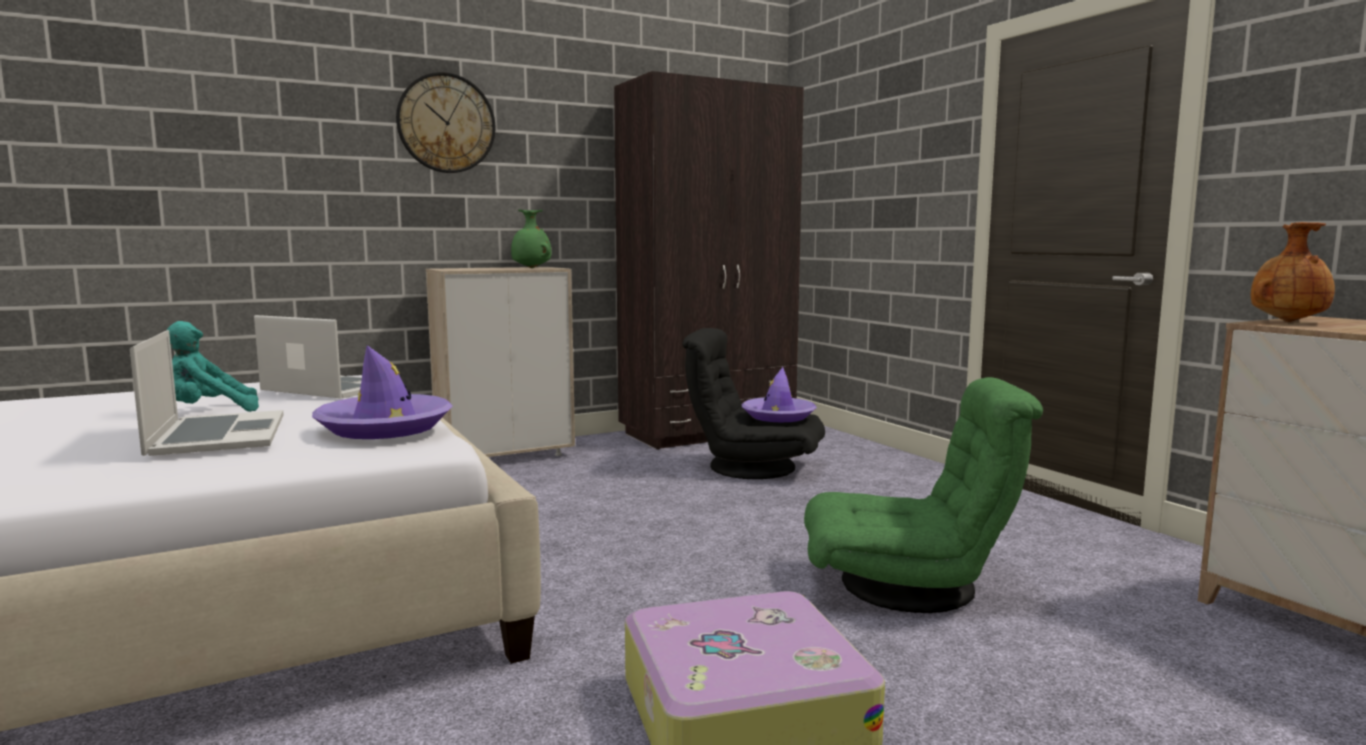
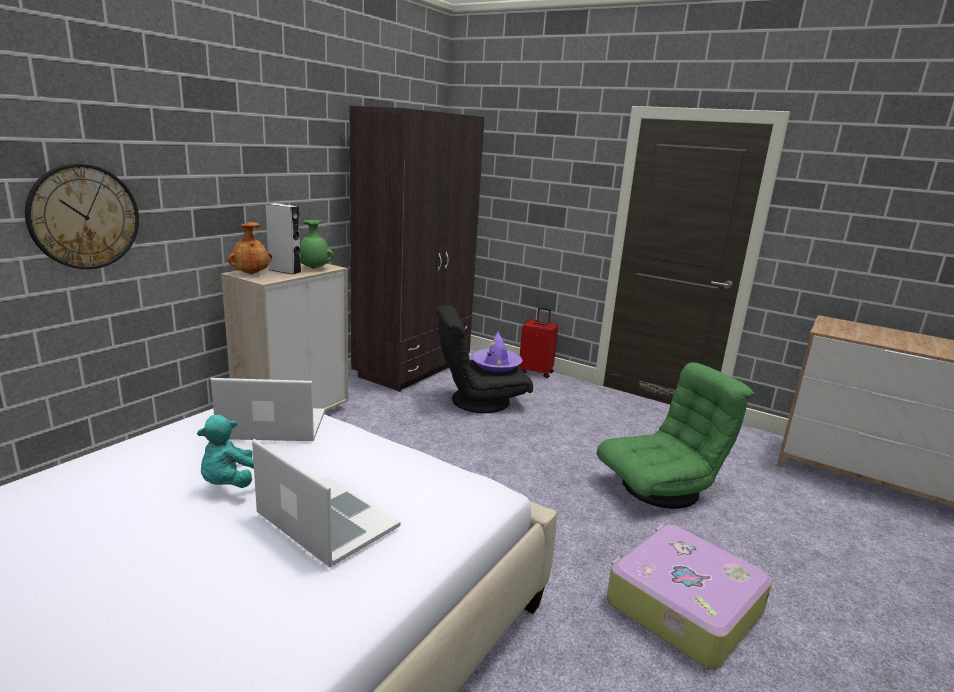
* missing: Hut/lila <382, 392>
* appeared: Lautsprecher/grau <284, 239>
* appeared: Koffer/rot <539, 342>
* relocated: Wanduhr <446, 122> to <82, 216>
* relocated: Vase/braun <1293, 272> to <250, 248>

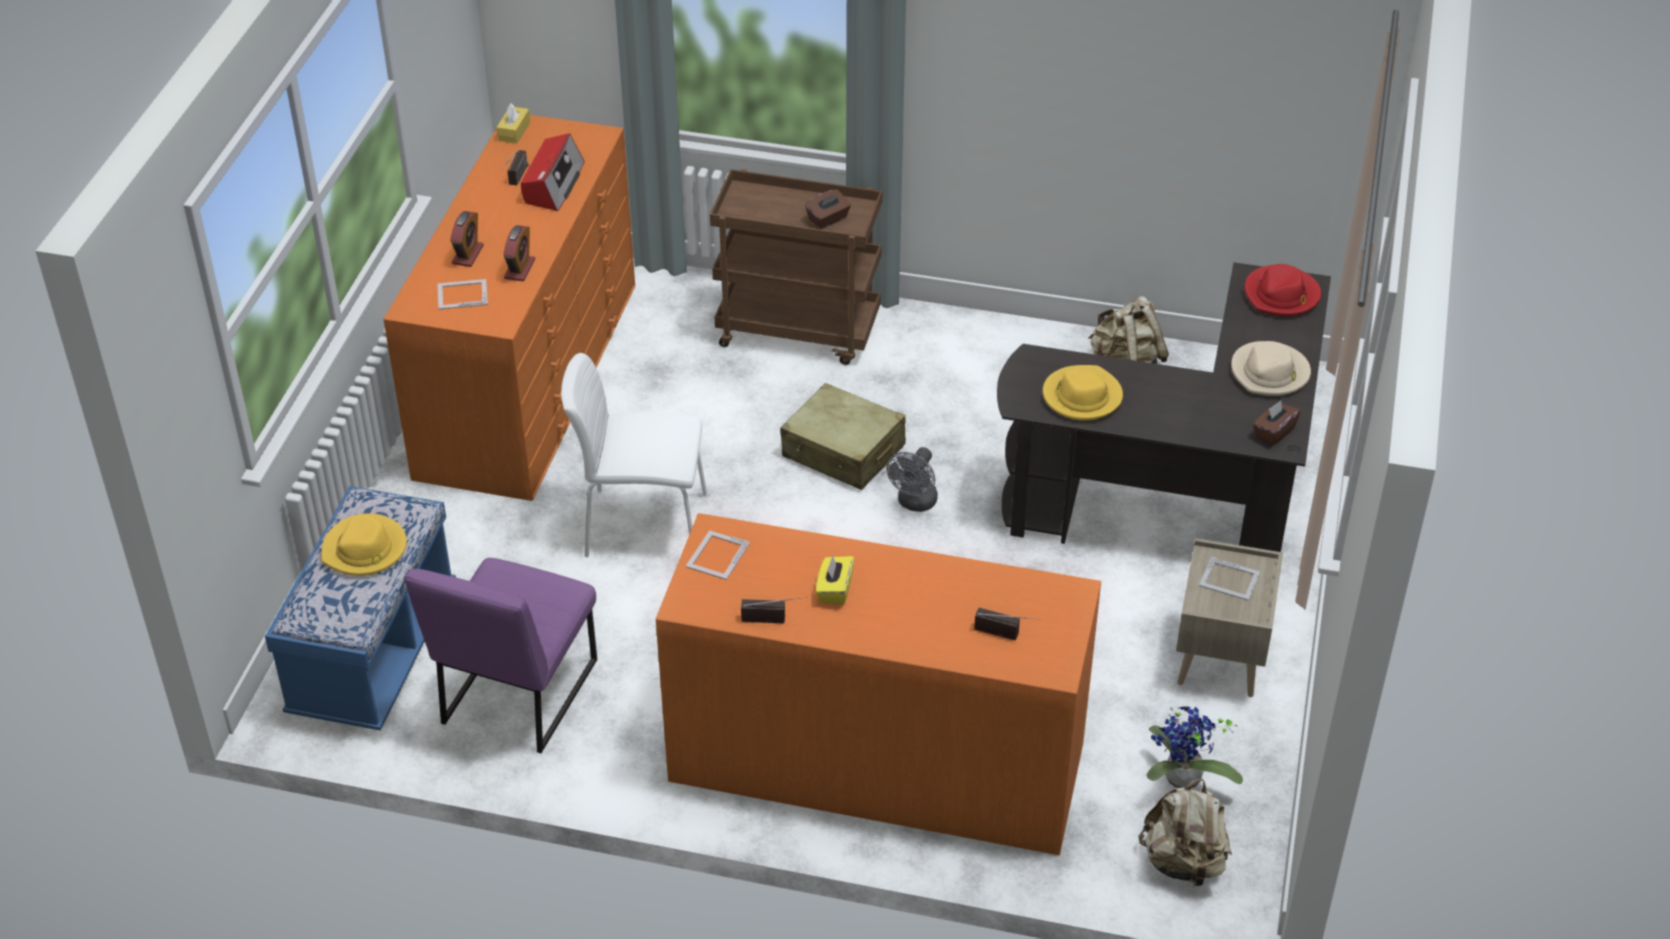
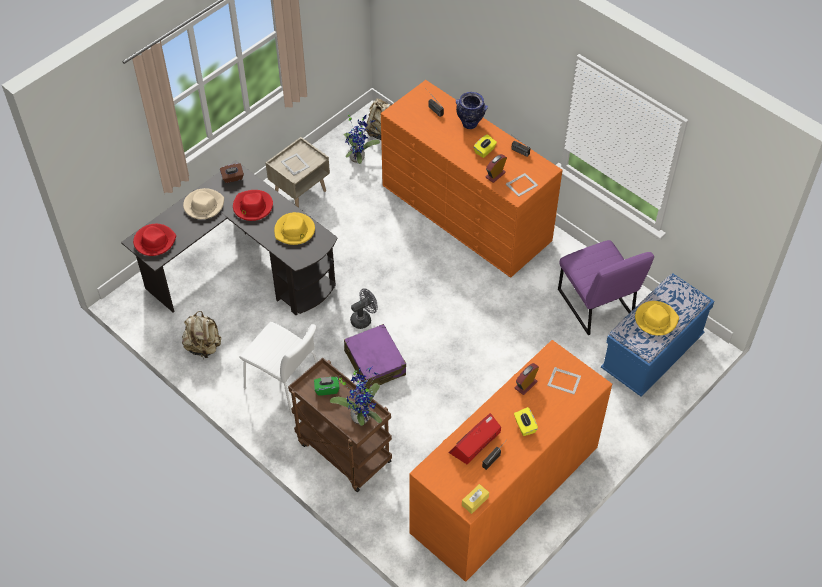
* appeared: Hut/rot <253, 205>
* appeared: Topfpflanze <356, 396>
* appeared: Vase <472, 110>
* appeared: Taschentuchbox/gelb <526, 421>
* relocated: Wecker <467, 239> to <496, 168>
* relocated: Stuhl/weiß <634, 455> to <278, 369>
* colour: Koffer/beige <843, 436> to Koffer/lila <375, 356>
* colour: Taschentuchbox/braun <828, 209> to Taschentuchbox/grün <327, 386>
* spun: Stuhl/lila <501, 655> = <606, 287> 105 degrees clockwise

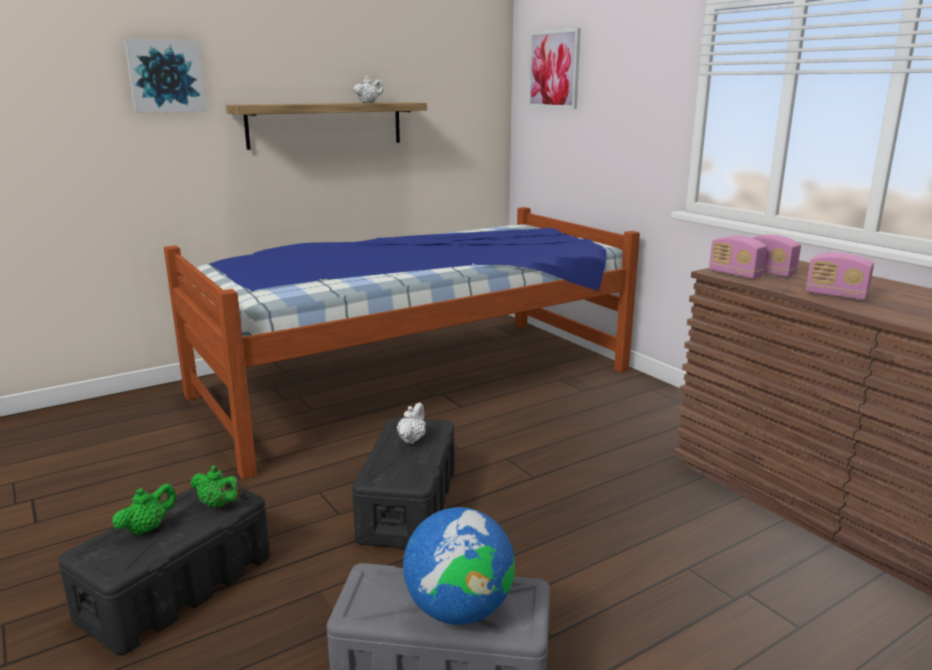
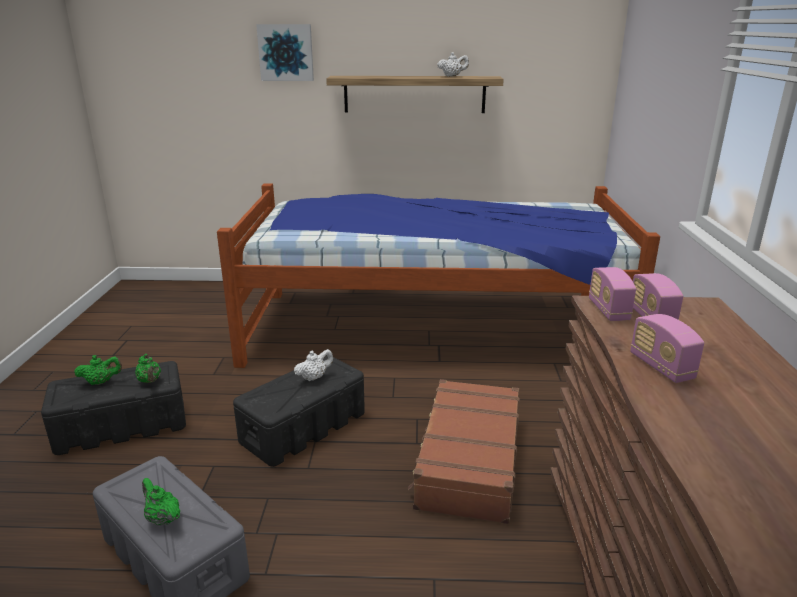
* missing: Bild <554, 68>
* appeared: Koffer/braun <464, 451>
* exchanged: Globus <459, 566> to Teekanne/grün <161, 502>

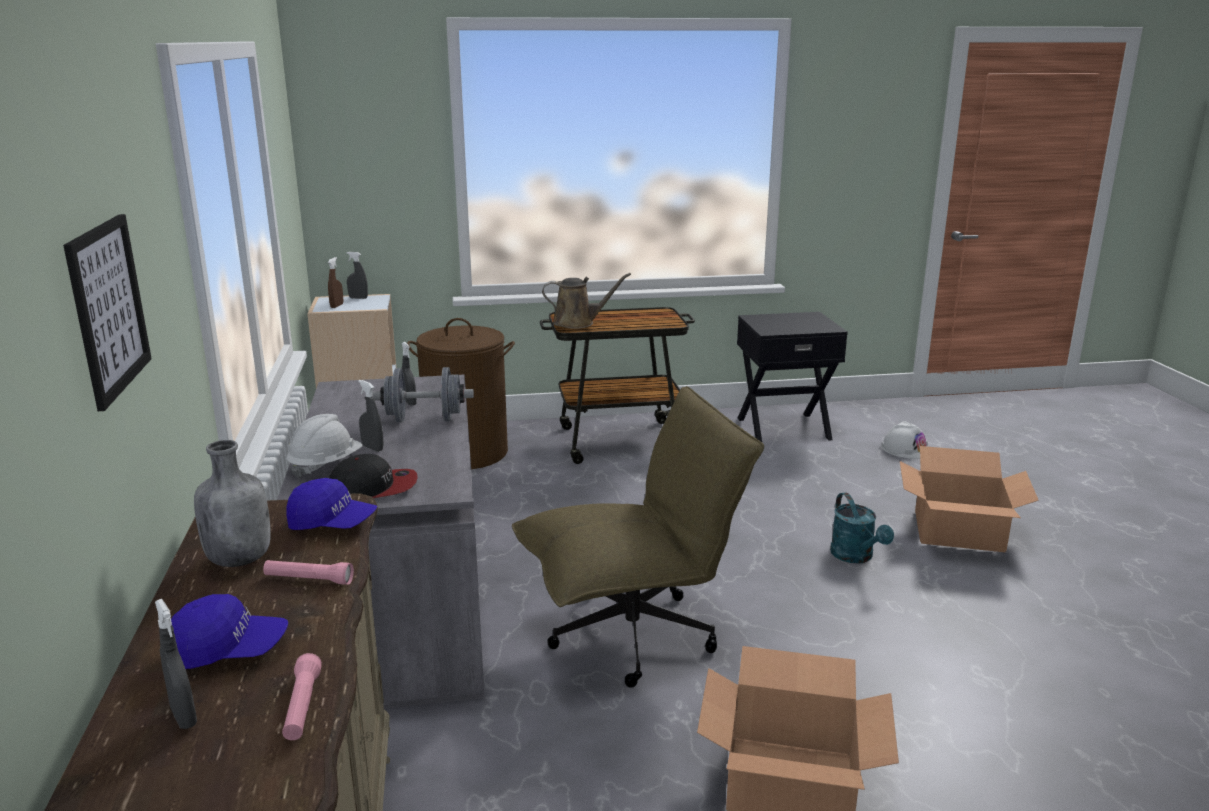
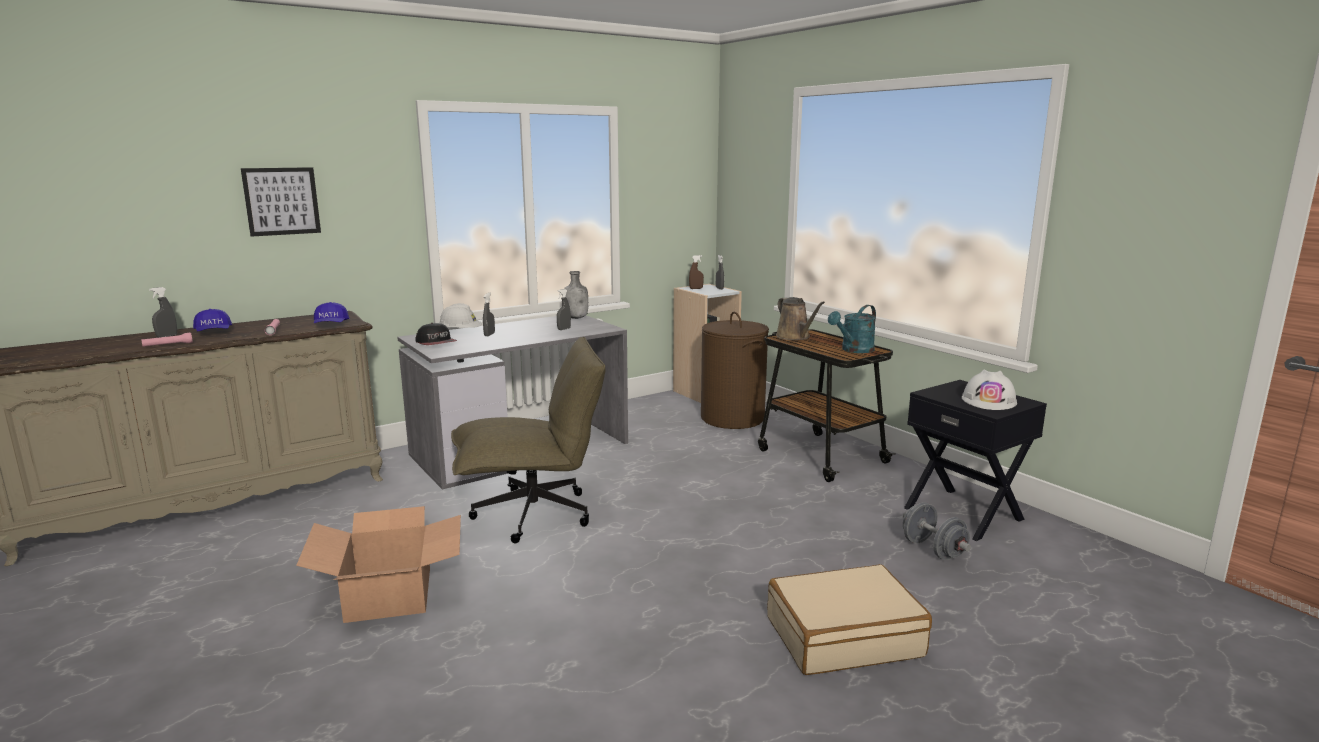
* relocated: Flasche/grau <232, 503> to <576, 295>
* relocated: Hantel/grau <423, 394> to <937, 531>
* relocated: Gießkanne/türkis <862, 528> to <852, 329>
* relocated: Schutzhelm/weiß <904, 440> to <989, 390>
* exchanged: Karton <969, 499> to Koffer/beige <849, 619>
* spun: Bürostuhl/beige <638, 537> = <528, 440> 60 degrees counterclockwise

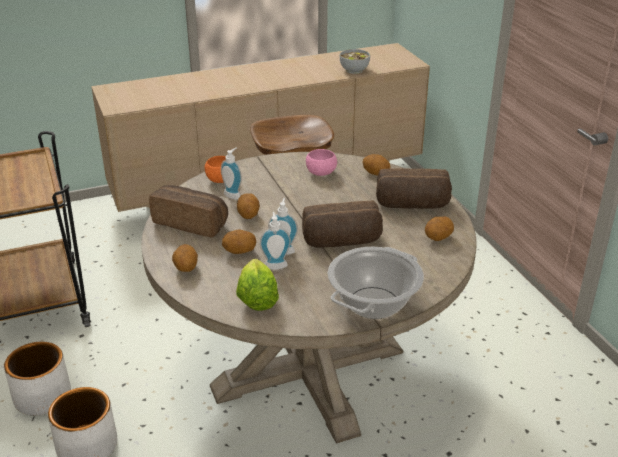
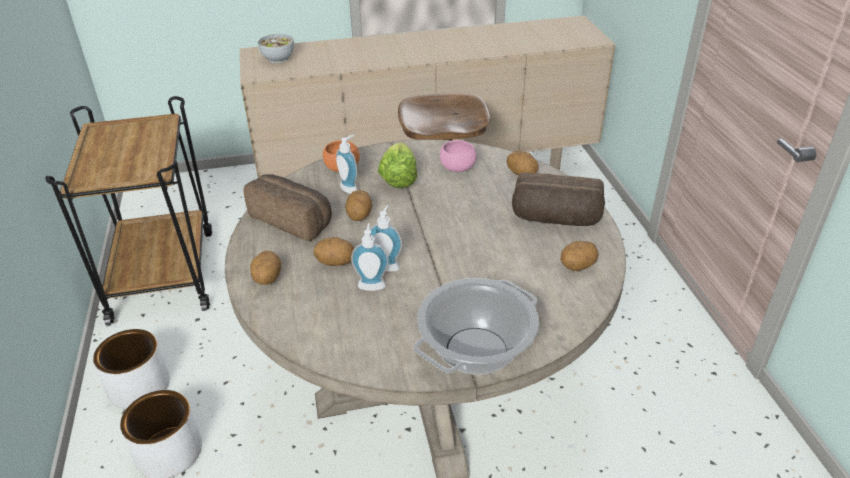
* missing: Brot <342, 224>
* relocated: Salatkopf <257, 285> to <397, 165>
* relocated: Schüssel <355, 61> to <276, 48>

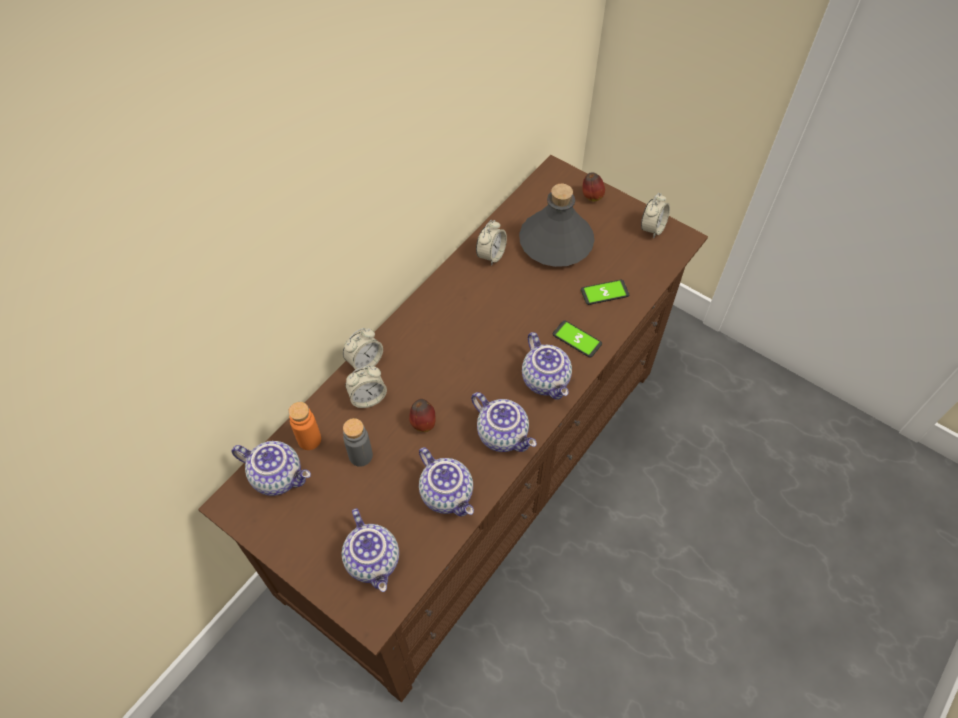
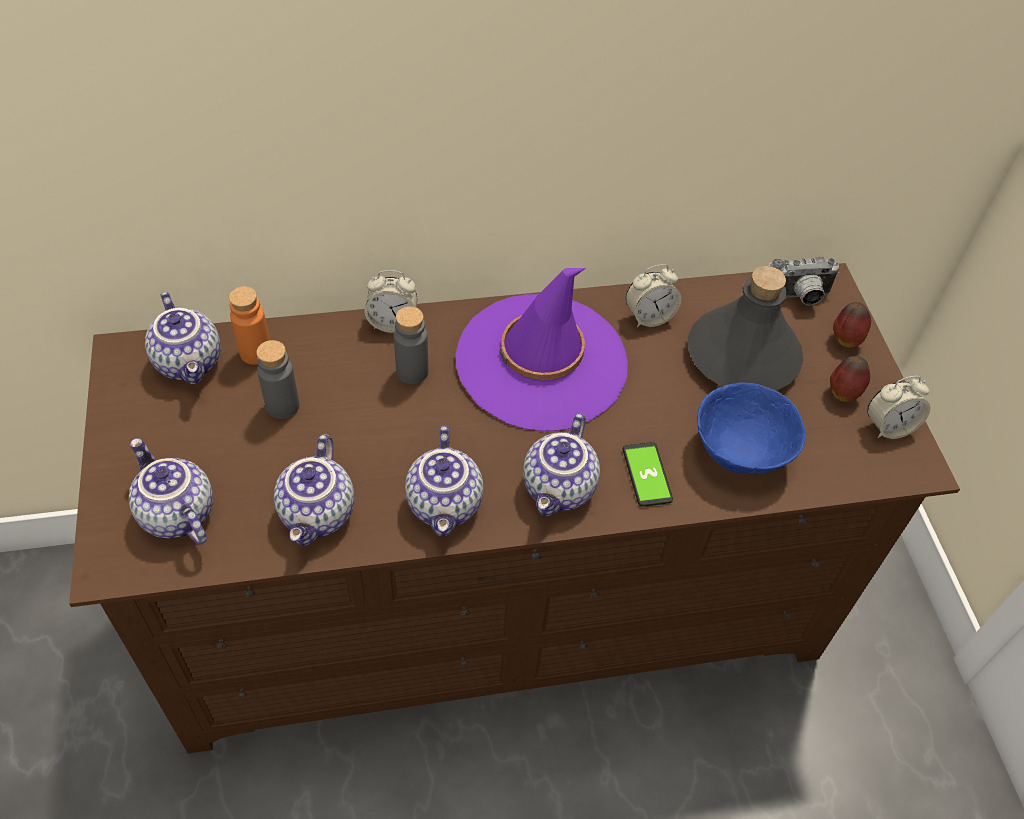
* missing: Wecker <366, 387>
* appeared: Flasche/grau <411, 345>
* appeared: Hut/lila <542, 349>
* appeared: Kamera <803, 281>
* relocated: Apfel <422, 415> to <850, 379>
* exchanged: Handy <605, 292> to Schüssel/blau <751, 428>
* spun: Teekanne <370, 550> = <171, 491> 120 degrees clockwise

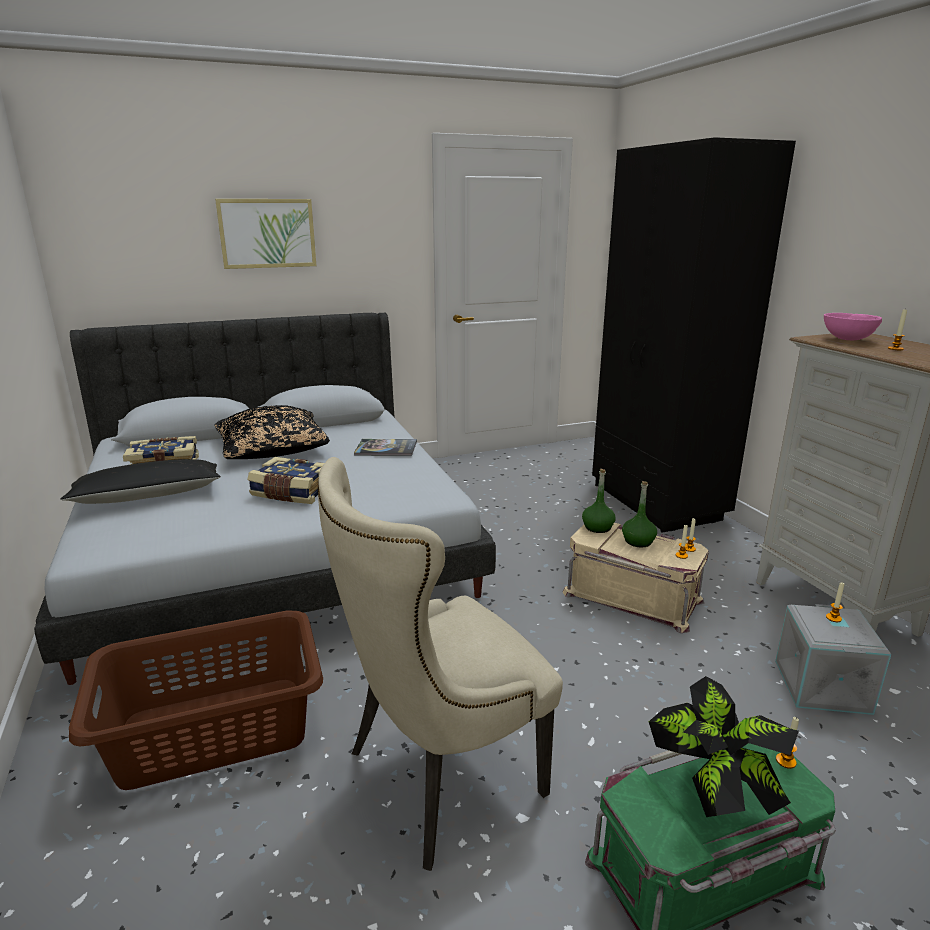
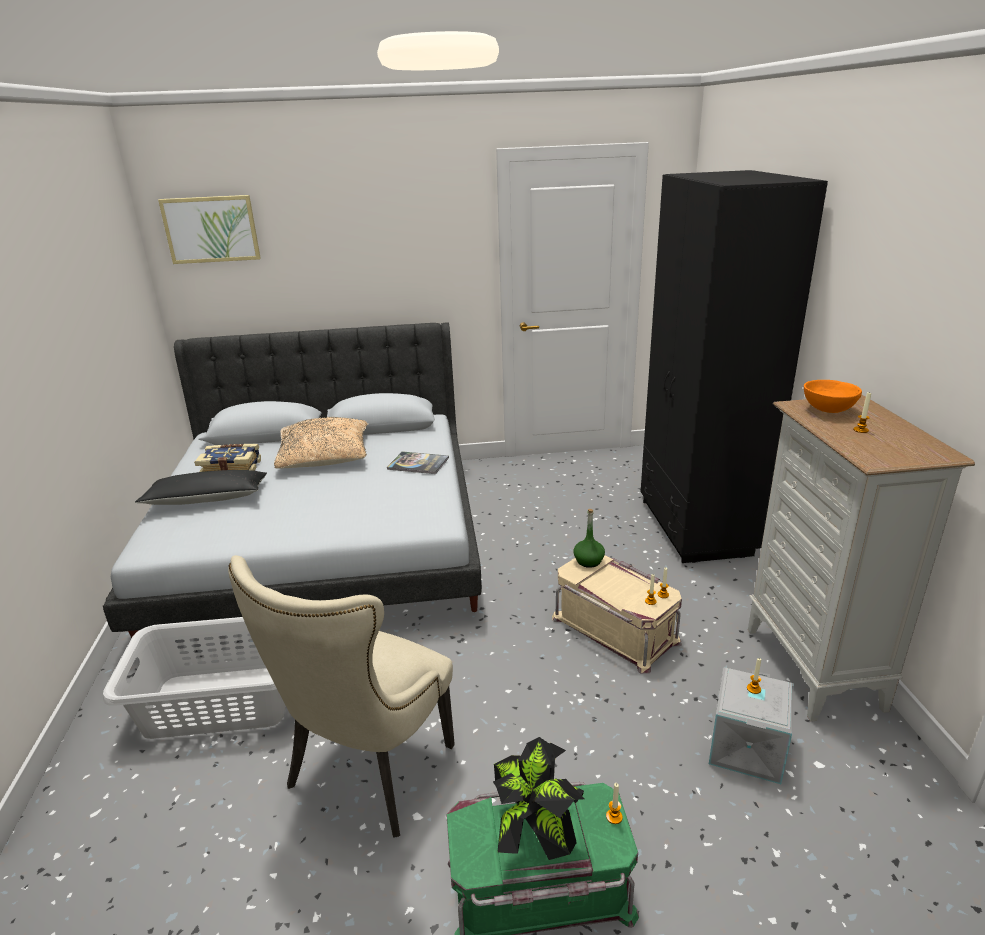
* missing: Buch <285, 480>
* missing: Flasche/grün <639, 514>
* relocated: Bild <266, 234> to <209, 229>
* colour: Wäschekorb/braun <196, 700> to Wäschekorb/grau <194, 678>
* colour: Kissen/schwarz <271, 432> to Kissen/beige <321, 442>
* colour: Schüssel/rosa <853, 326> to Schüssel/orange <833, 396>
* spun: Stuhl/beige <440, 664> = <341, 696> 45 degrees counterclockwise

